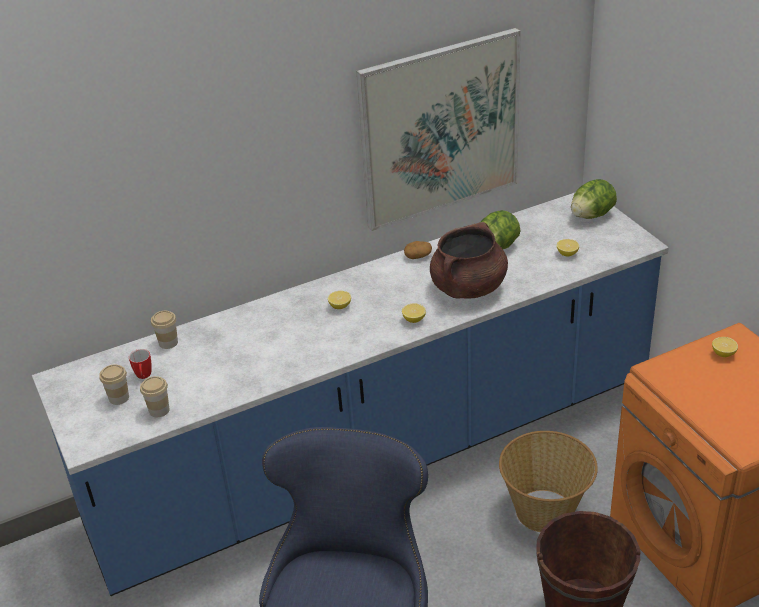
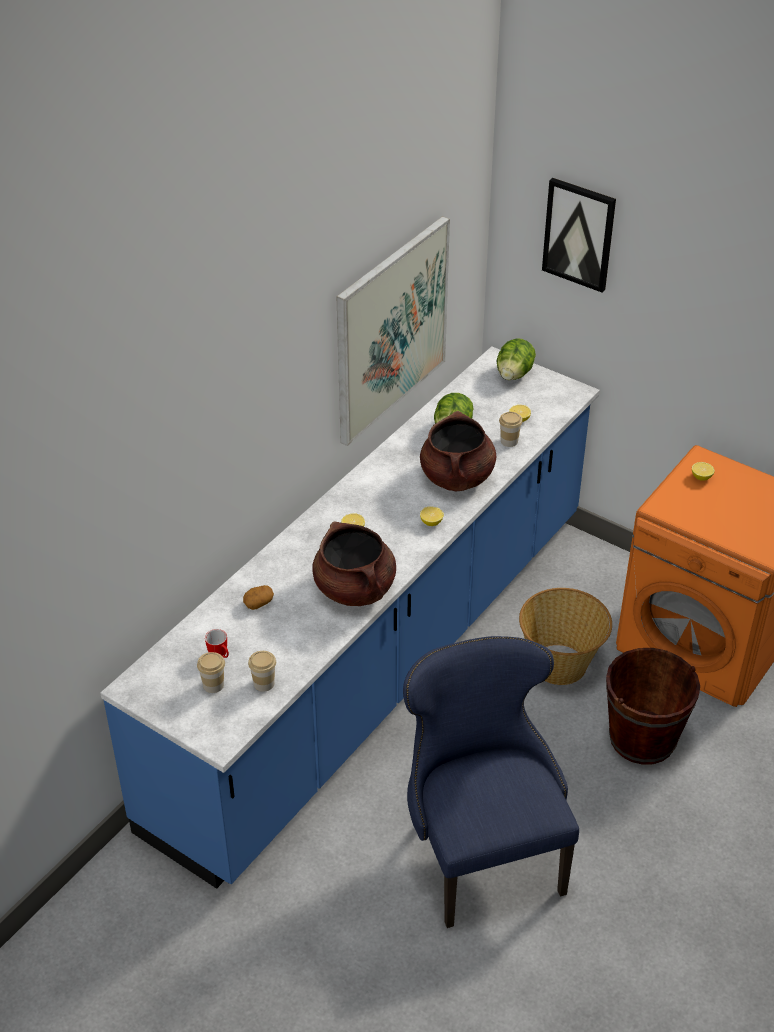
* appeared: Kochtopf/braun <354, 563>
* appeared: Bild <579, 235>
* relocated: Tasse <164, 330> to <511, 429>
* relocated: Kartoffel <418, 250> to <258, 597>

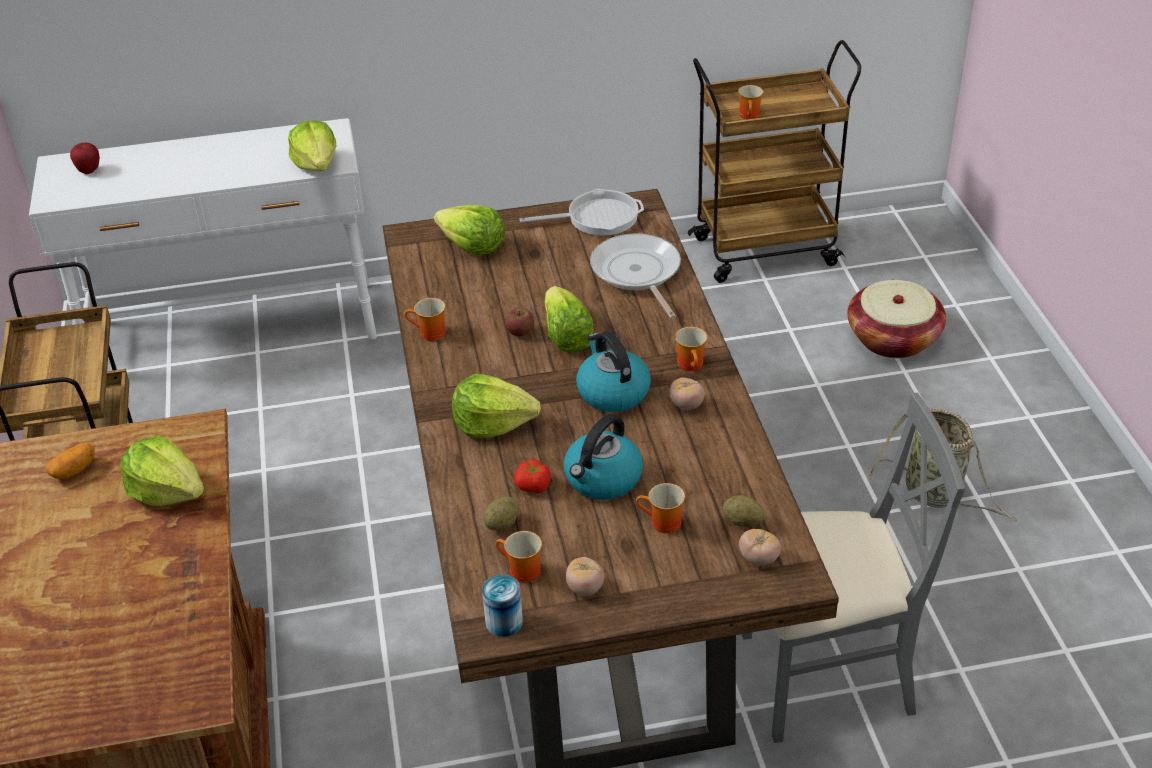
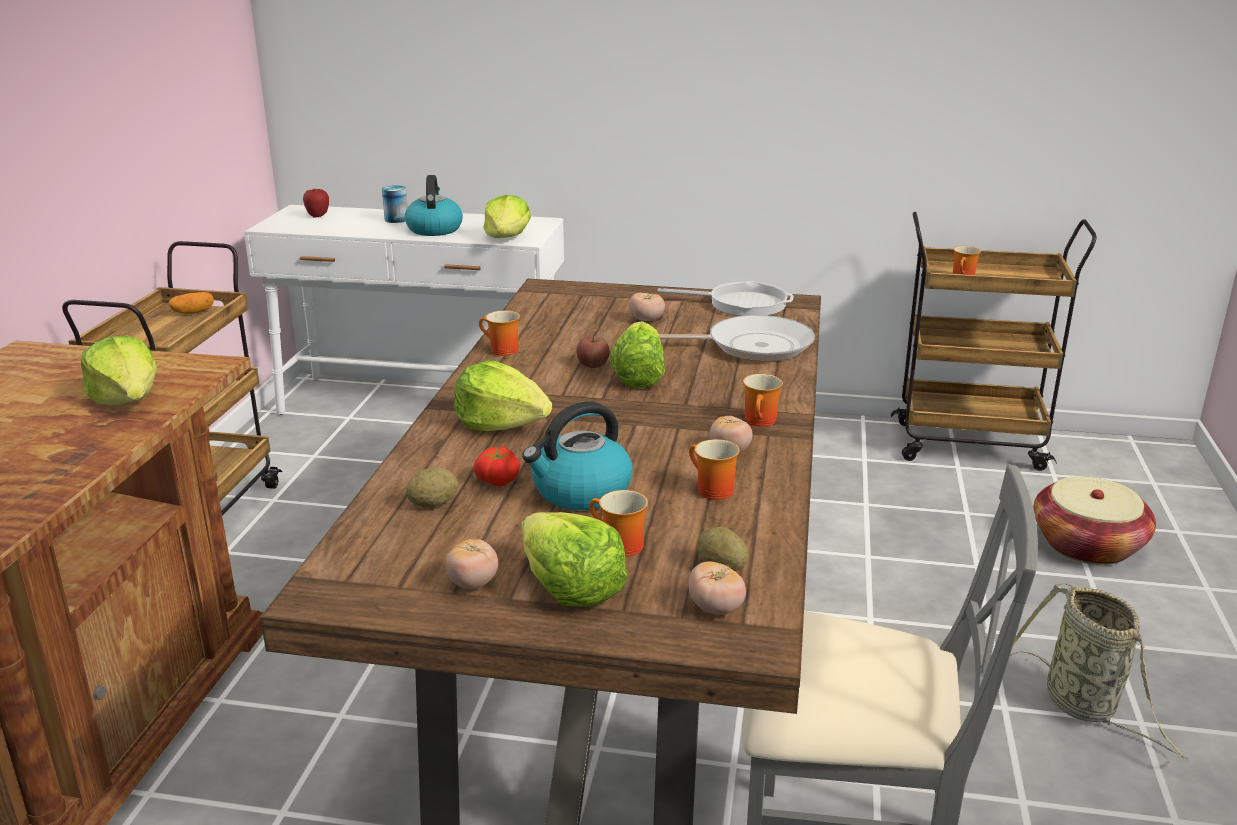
* appeared: Tomate <647, 307>
* relocated: Kartoffel <70, 461> to <191, 303>
* relocated: Salatkopf <469, 230> to <575, 559>
* relocated: Dose <502, 606> to <395, 204>
* relocated: Henkelbecher <519, 557> to <714, 469>
* relocated: Wasserkessel <613, 371> to <434, 205>
* spun: Pfanne <635, 275> = <736, 338> 90 degrees clockwise

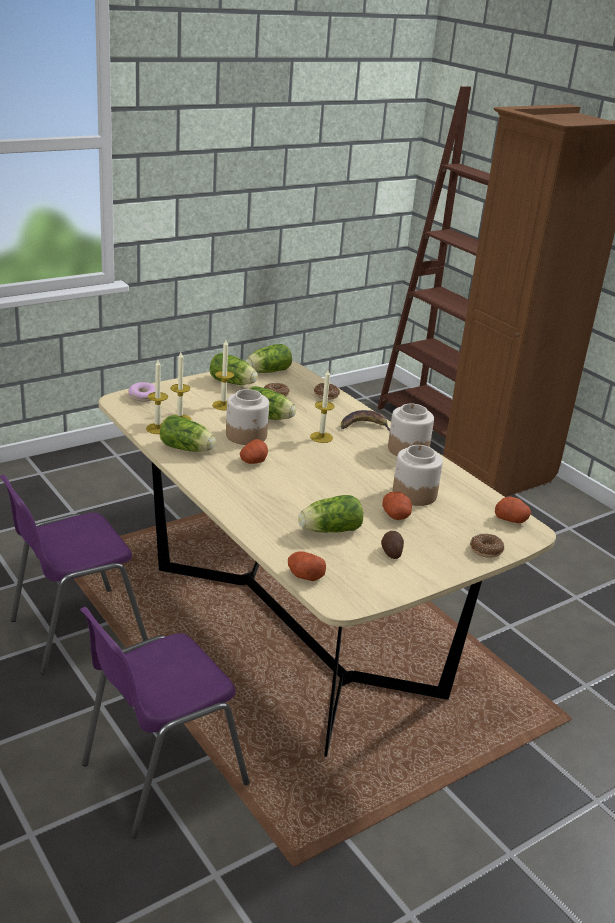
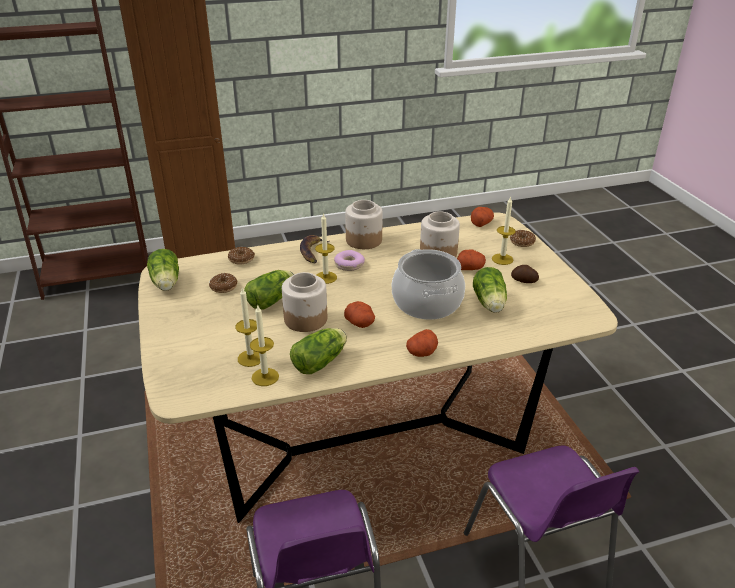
* missing: Salatkopf <234, 369>
* appeared: Kochtopf <428, 284>
* relocated: Donut <142, 392> to <349, 260>
* relocated: Kerze <223, 375> to <504, 230>
* relocated: Kartoffel <307, 566> to <422, 343>

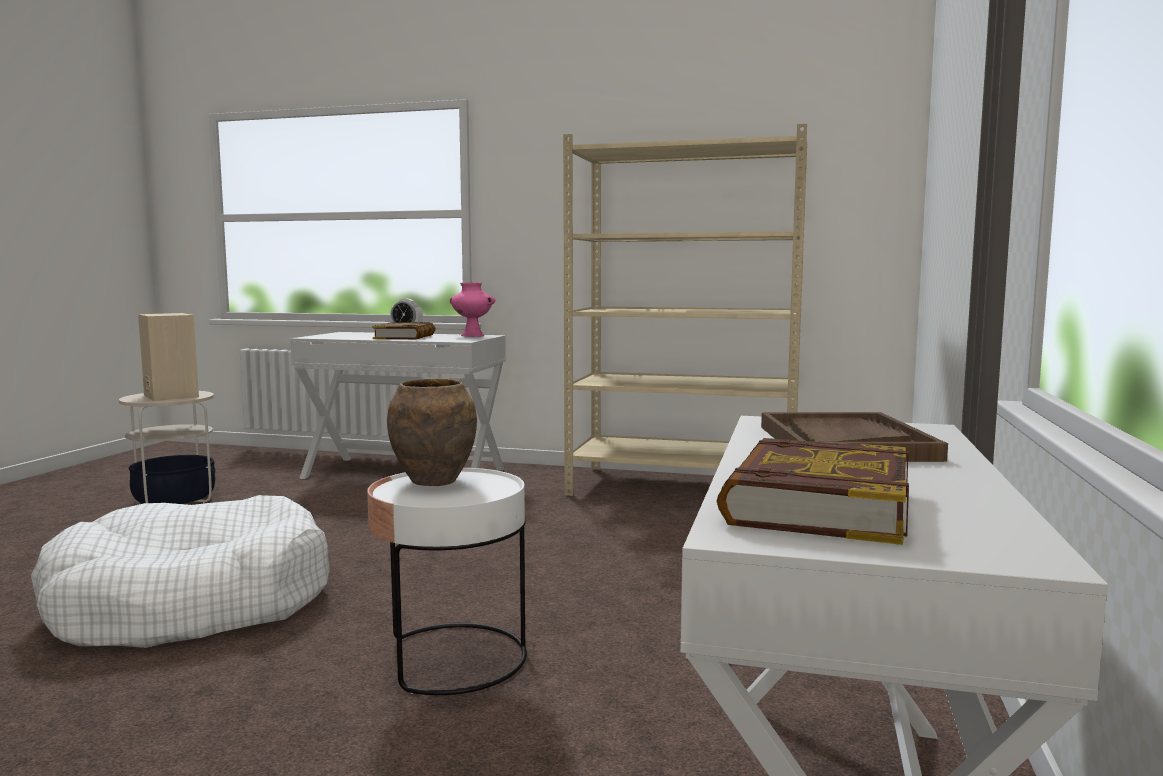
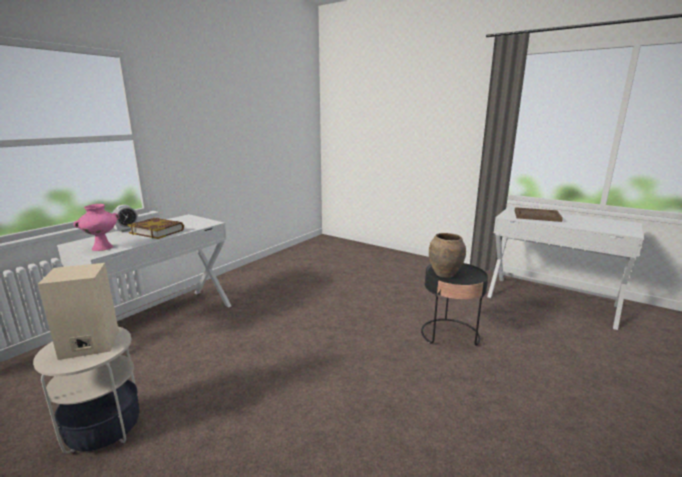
* missing: Hundebett/weiß <180, 571>
* missing: Bücherregal/beige <685, 310>
* missing: Buch <813, 491>
* relocated: Vase/rosa <472, 309> to <96, 227>
* colour: Beistelltisch/weiß <447, 581> to Beistelltisch/schwarz <454, 304>

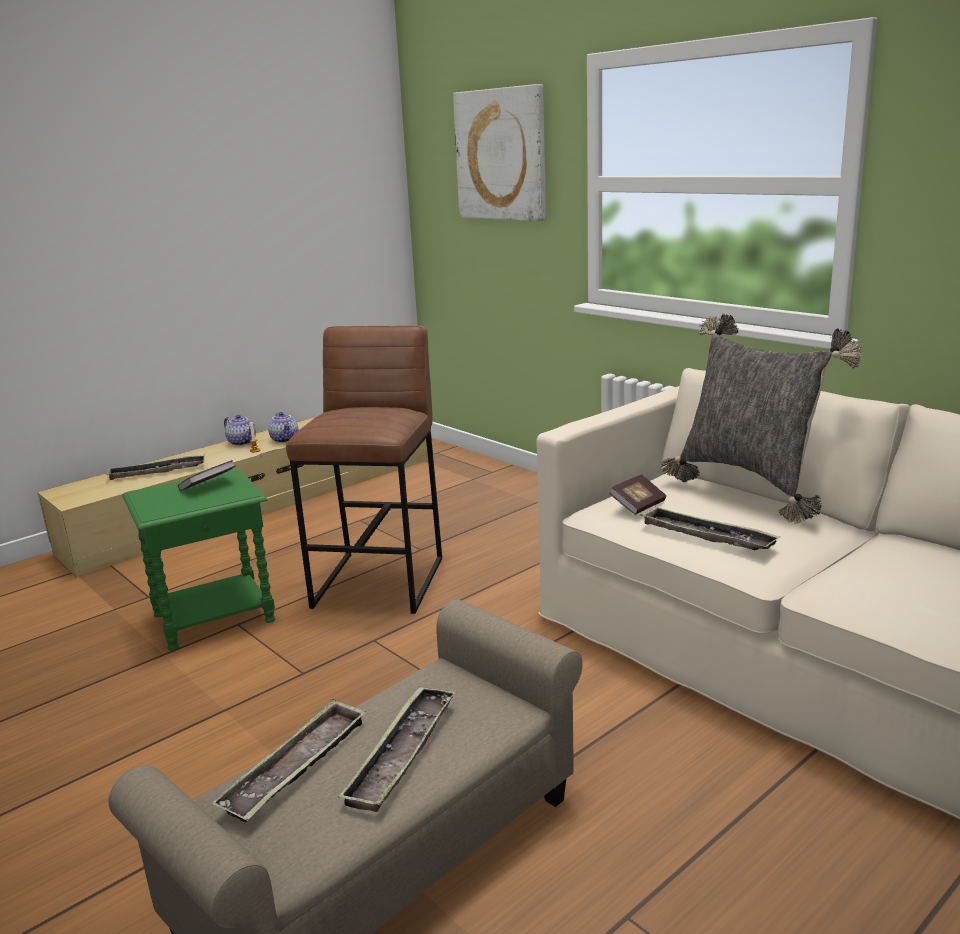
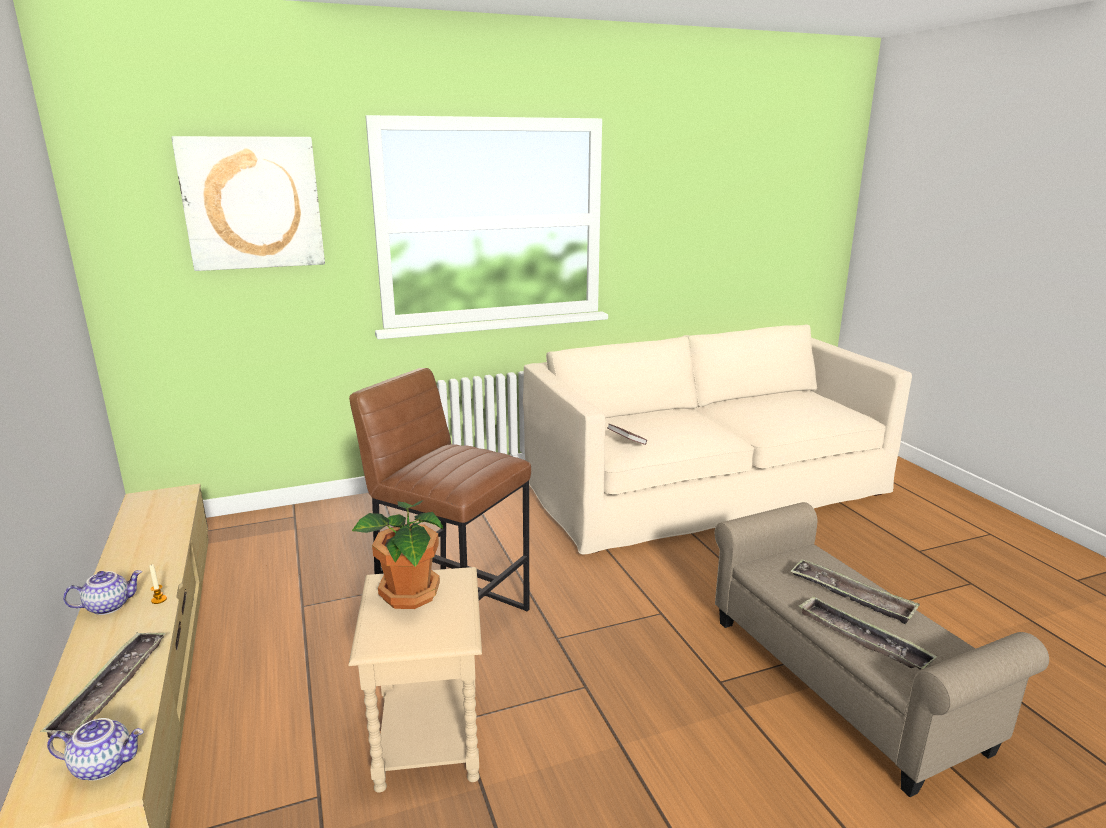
* missing: Tablett <710, 528>
* missing: Kissen <761, 419>
* relocated: Teekanne <283, 427> to <95, 749>
* exchanged: Buch <207, 475> to Topfpflanze <397, 554>
* colour: Beistelltisch/grün <198, 560> to Beistelltisch/beige <415, 679>

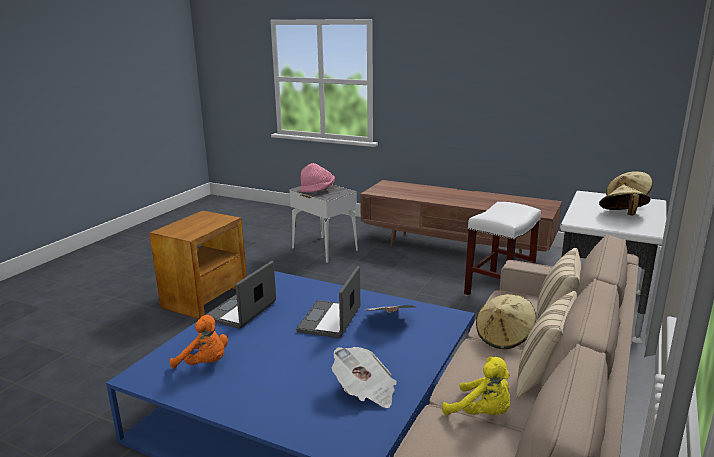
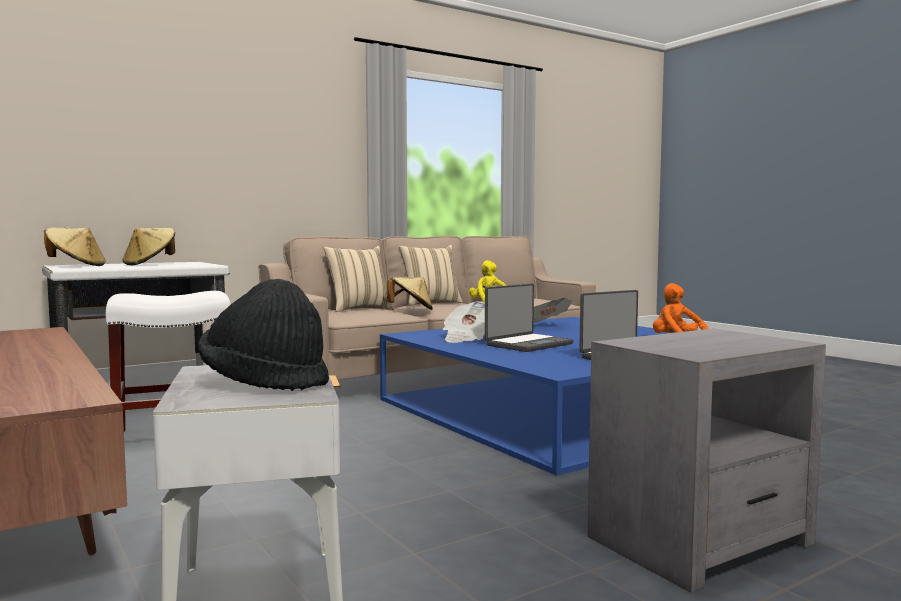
* colour: Beistelltisch/braun <198, 264> to Beistelltisch/grau <706, 461>
* colour: Hut/rosa <317, 177> to Hut/schwarz <263, 335>

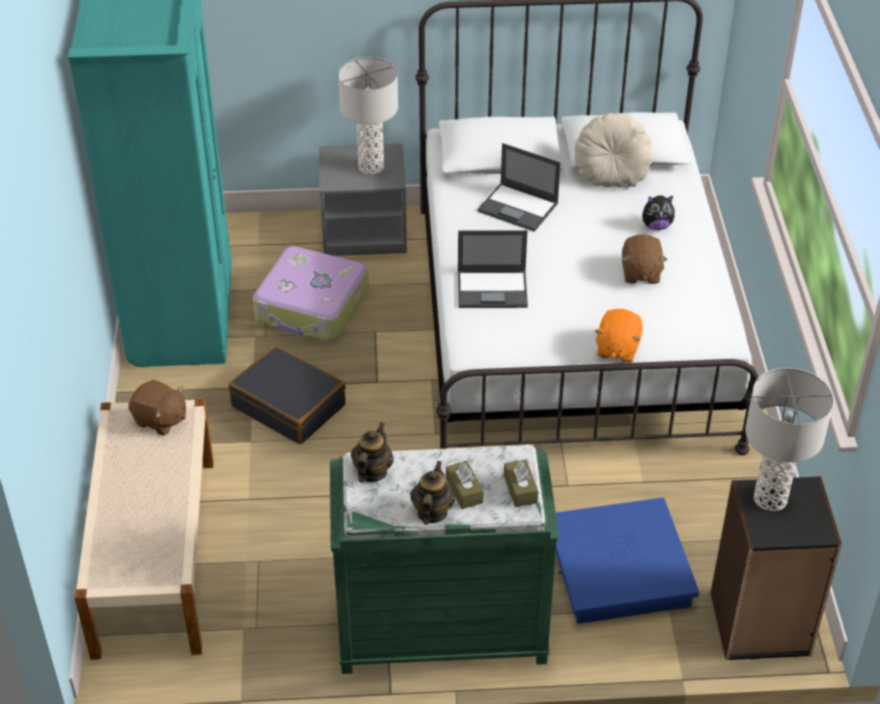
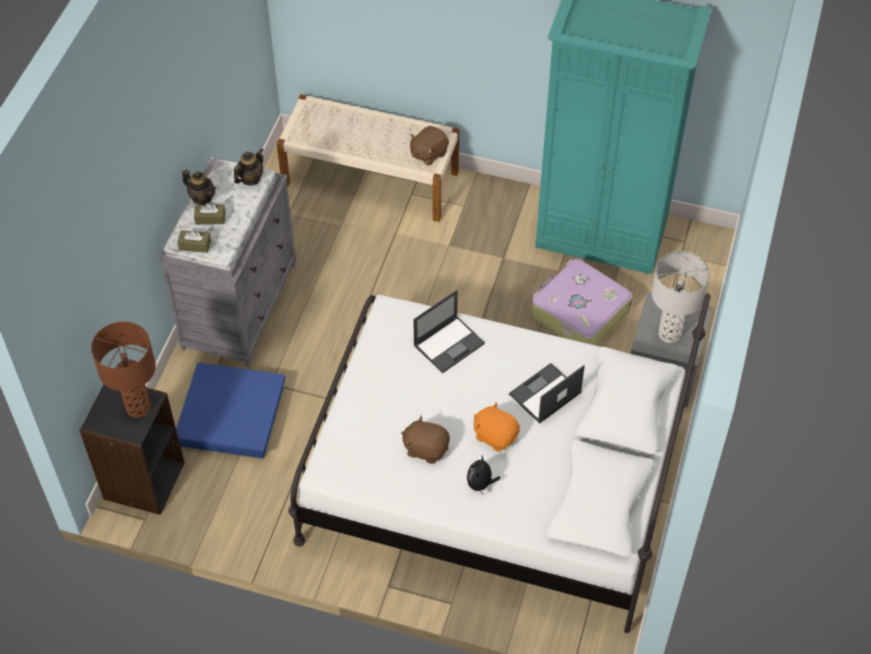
* missing: Koffer/schwarz <287, 394>
* missing: Kissen/beige <614, 150>
* relocated: Plüschtier/orange <618, 336> to <497, 426>
* colour: Kommode/grün <444, 559> to Kommode/grau <228, 262>
* colour: Tischlampe/weiß <789, 439> to Tischlampe/braun <123, 369>
* spun: Teekanne <372, 452> = <248, 167> 90 degrees counterclockwise
* spun: Laptop <493, 269> = <449, 332> 150 degrees counterclockwise

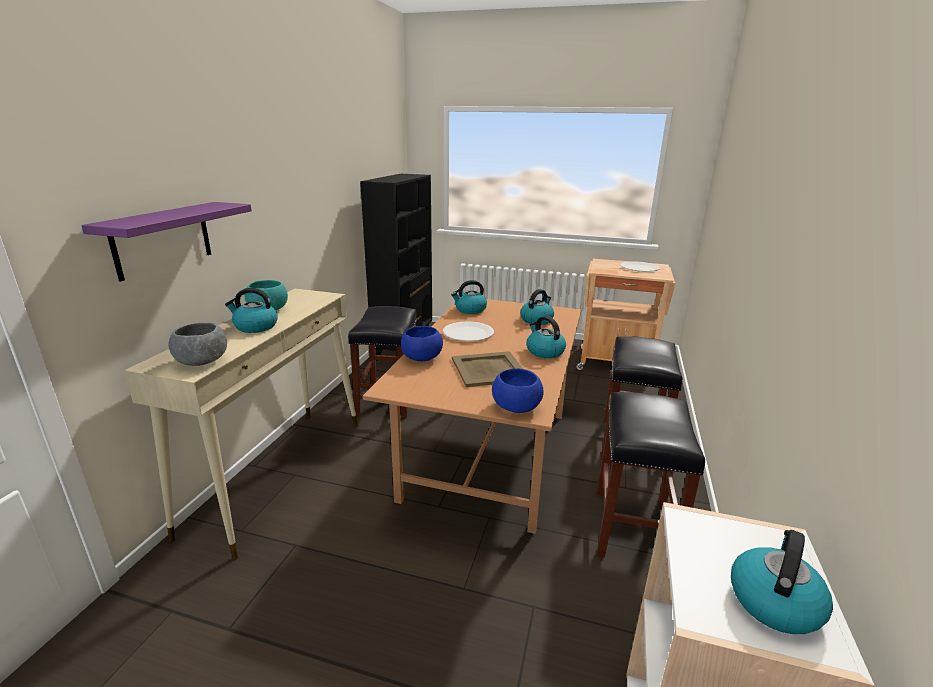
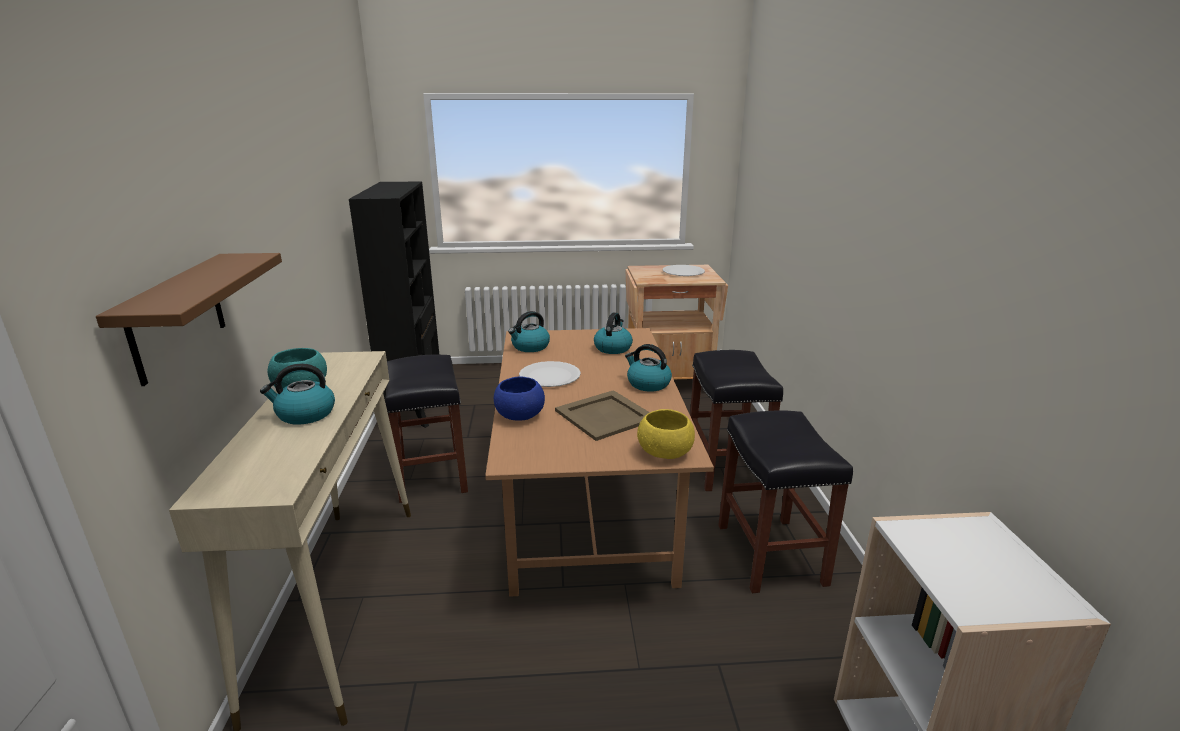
* missing: Schüssel/grau <197, 344>
* missing: Wasserkessel <782, 582>
* colour: Wandregal/lila <166, 241> to Wandregal/braun <189, 319>
* colour: Schüssel/blau <518, 391> to Schüssel/gelb <666, 434>

